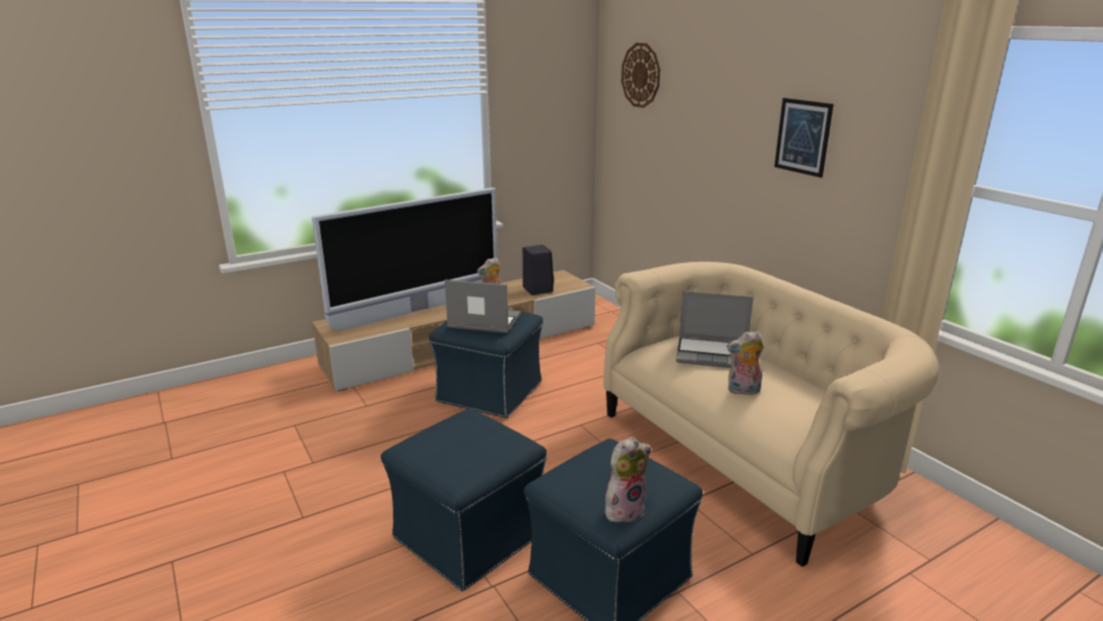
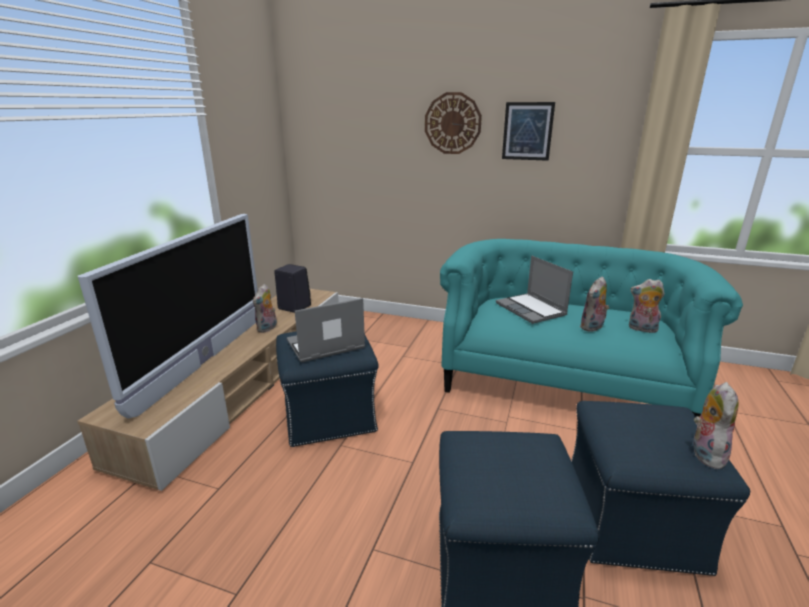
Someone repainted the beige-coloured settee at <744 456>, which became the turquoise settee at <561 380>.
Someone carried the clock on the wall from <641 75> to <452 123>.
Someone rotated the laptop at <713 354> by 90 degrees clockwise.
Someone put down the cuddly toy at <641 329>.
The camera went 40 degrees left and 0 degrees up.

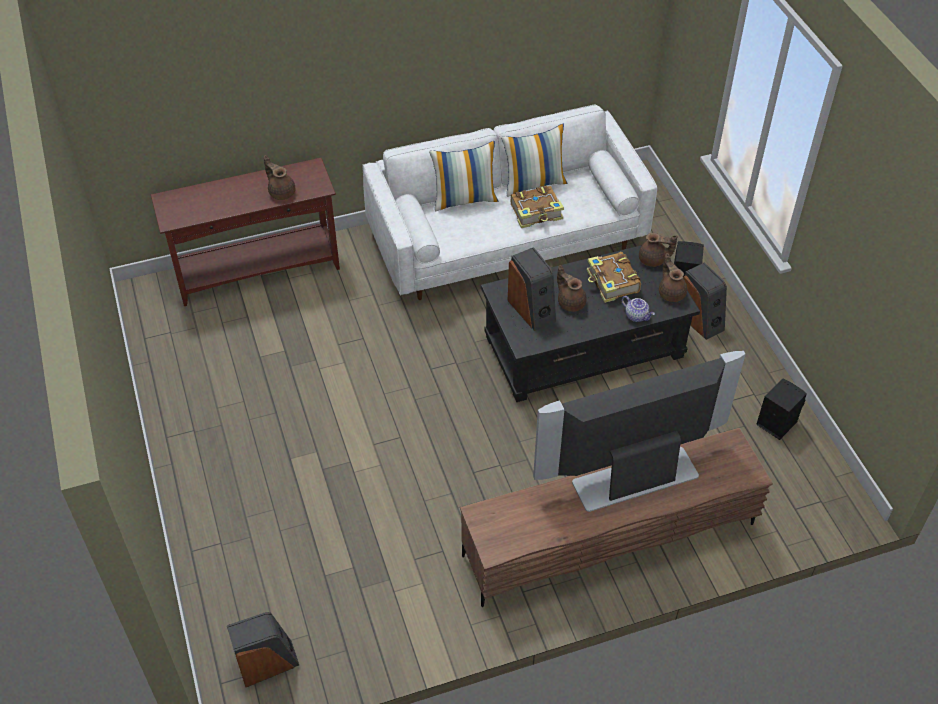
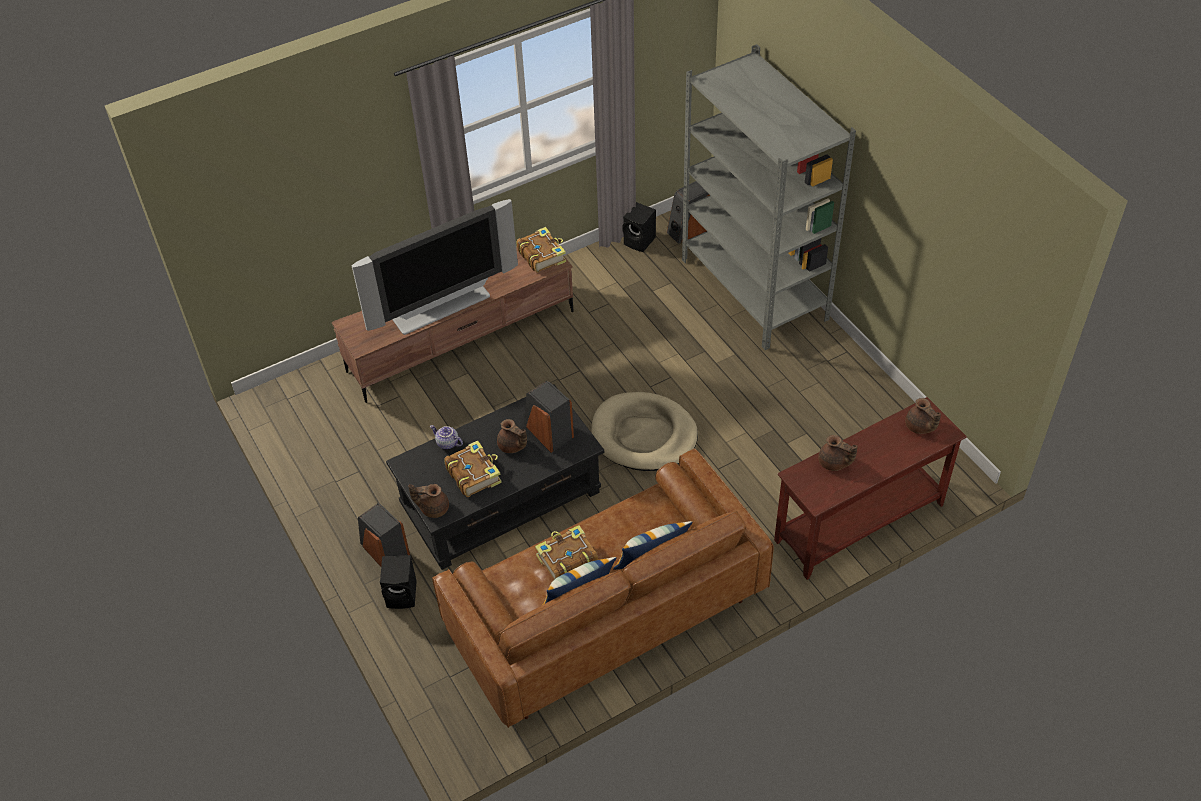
Someone repainted the white-coloured settee at <506 239>, which became the brown-coloured settee at <605 614>.
Someone carried the brown-coloured teapot from <671 292> to <920 427>.
Someone carried the black speaker from <775 422> to <640 241>.
Someone put down the bound book at <542 255>.
Someone put down the beige-coloured pet bed at <644 435>.
Someone put down the grey bookshelf at <754 289>.
The camera went 170 degrees right and 0 degrees up.

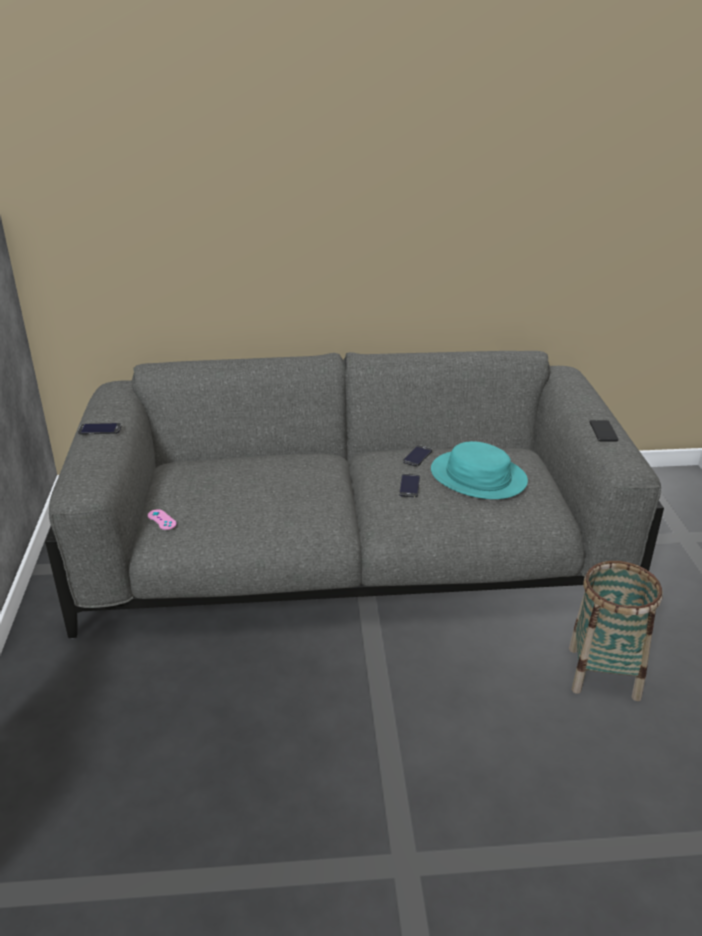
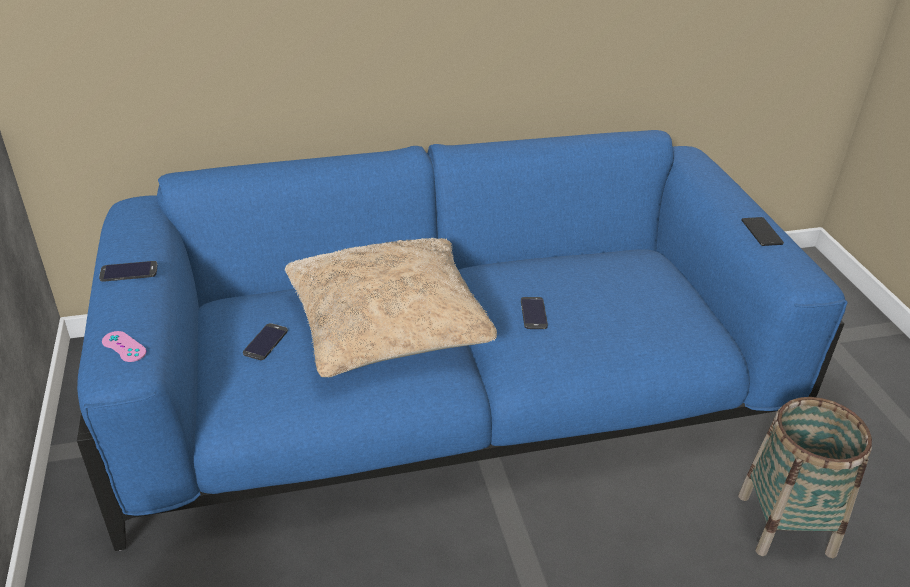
Someone repainted the grey settee at <352 547>, which became the blue settee at <453 385>.
Someone carried the pink-coloured joypad from <162 520> to <124 347>.
Someone carried the phone from <417 456> to <265 342>.
Someone took away the turquoise clothing hat at <478 477>.
Someone put down the beige-coloured cushion at <390 323>.
The camera went 10 degrees left and 5 degrees up.

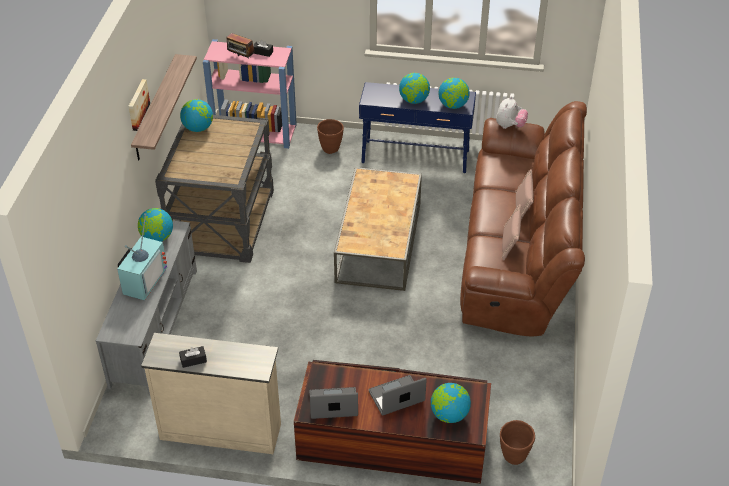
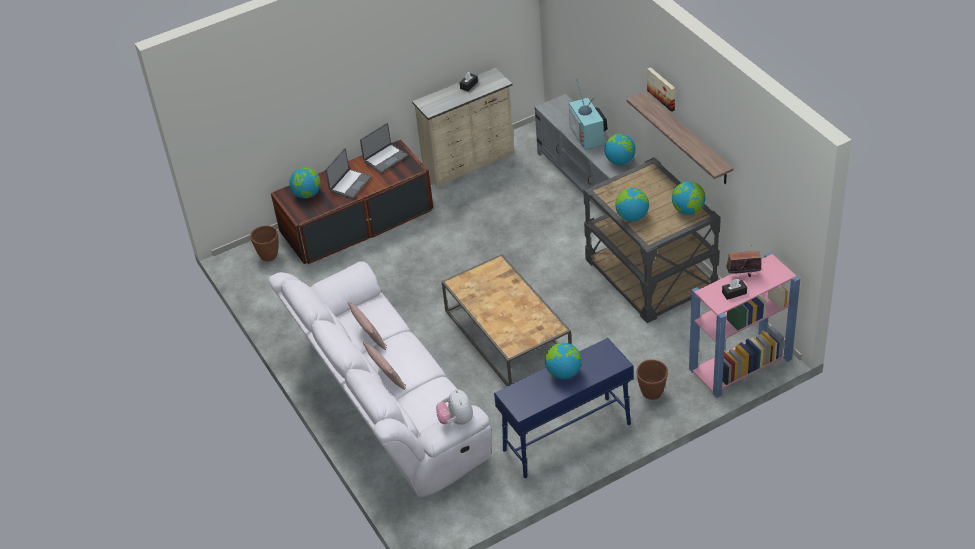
Someone carried the world globe from <453 105> to <632 217>.
Someone repainted the brown-coloured settee at <518 248>, which became the white-coloured settee at <386 404>.
The camera went 145 degrees right and 0 degrees up.

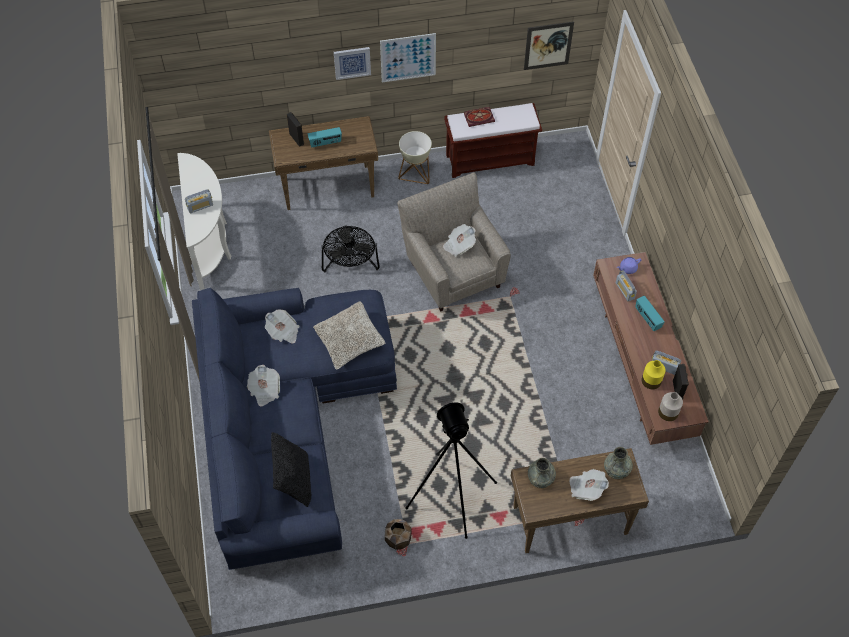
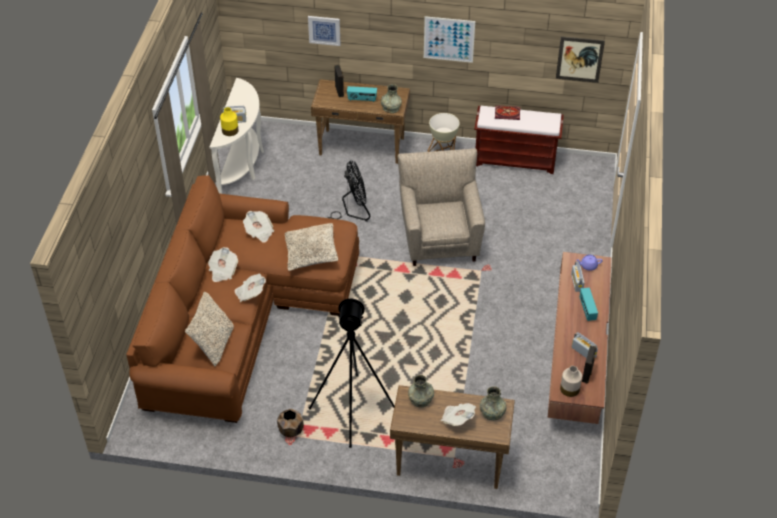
Someone repainted the blue settee at <289 425>, which became the brown-coloured settee at <241 317>.
Someone repainted the black cushion at <294 480>, which became the beige-coloured cushion at <213 343>.
Someone rotated the black fan at <348 261> by 120 degrees counterclockwise.
Someone carried the wall picture from <352 62> to <324 30>.
Someone carried the printed paper from <459 245> to <250 293>.
Someone carried the yellow-coloured vase from <651 381> to <230 130>.
Someone put down the grey vase at <391 108>.
The camera went 20 degrees right and 10 degrees down.

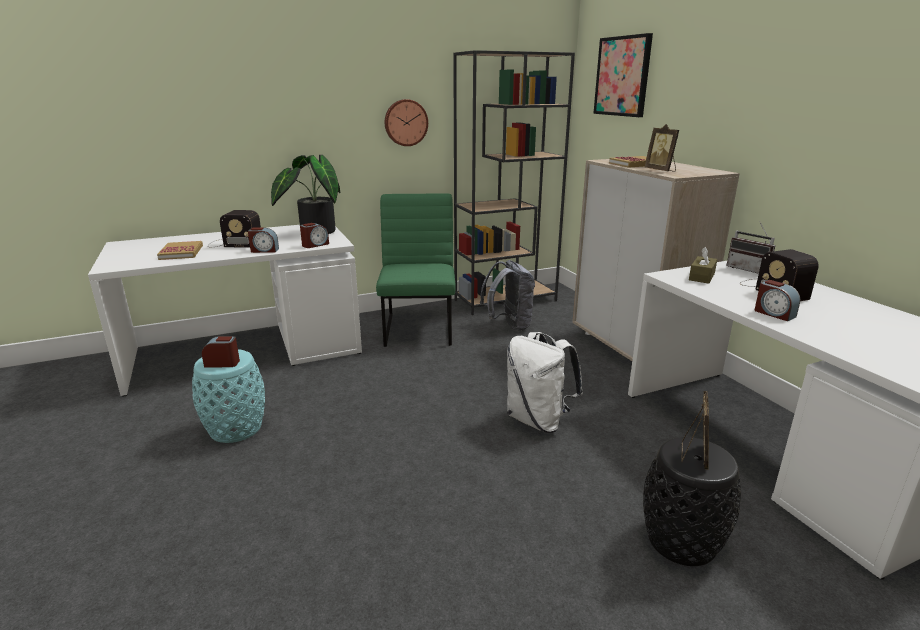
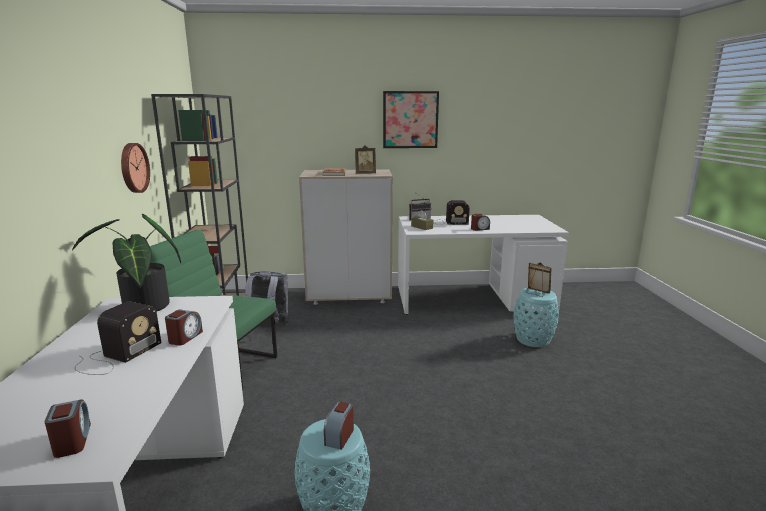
Someone took away the bound book at <181 252>.
Someone carried the alarm clock from <315 245> to <72 440>.
Someone took away the white-coloured backpack at <538 420>.
Someone carried the wall picture from <622 76> to <410 120>.
Someone repainted the black stool seat at <681 541>, which became the turquoise stool seat at <532 339>.
The camera went 70 degrees left and 5 degrees down.

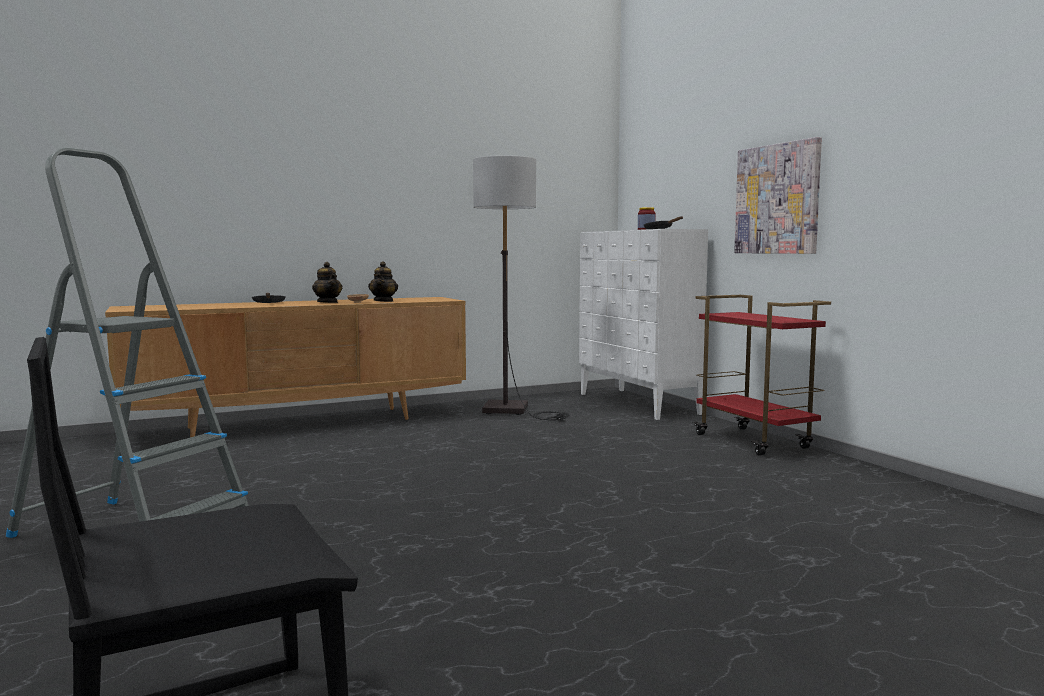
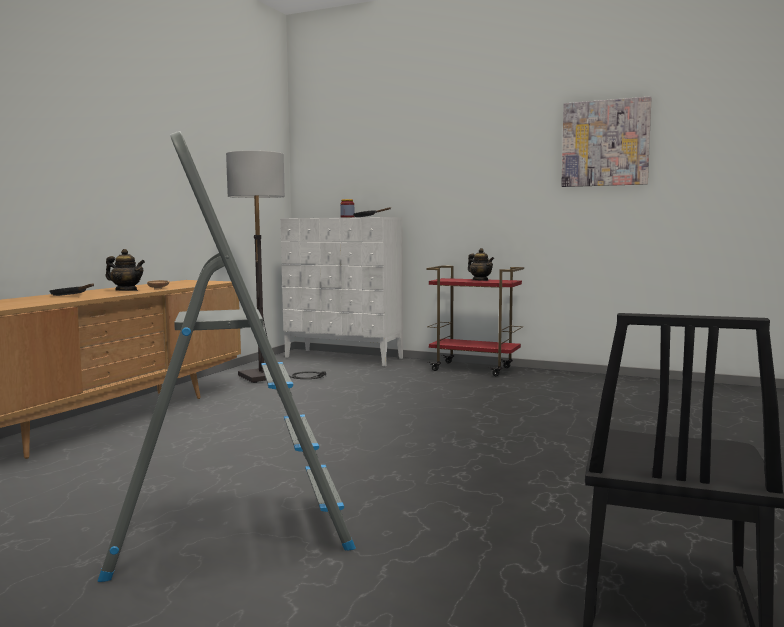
Someone carried the teapot from <384 301> to <480 280>.
Someone carried the wall picture from <777 199> to <605 143>.
The camera went 40 degrees left and 0 degrees up.

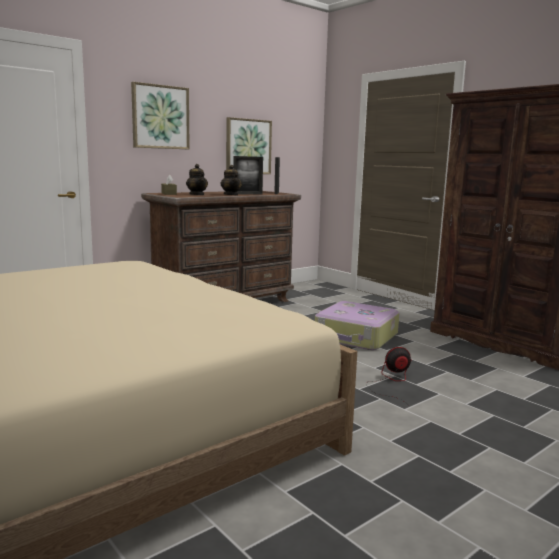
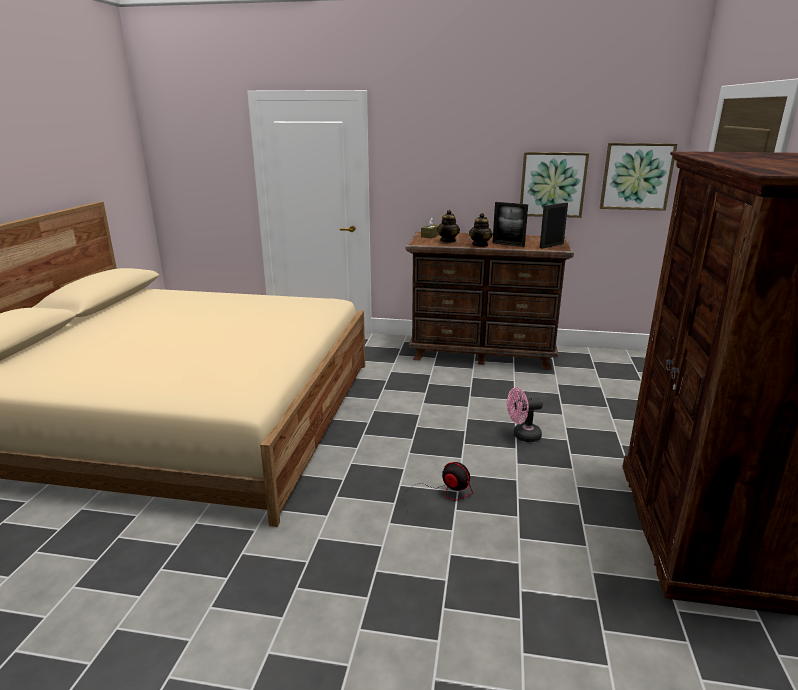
Someone carried the wall picture from <160 117> to <636 176>.
Someone swapped the suitcase at <356 337> for the pink-coloured fan at <522 436>.
The camera went 50 degrees right and 10 degrees up.

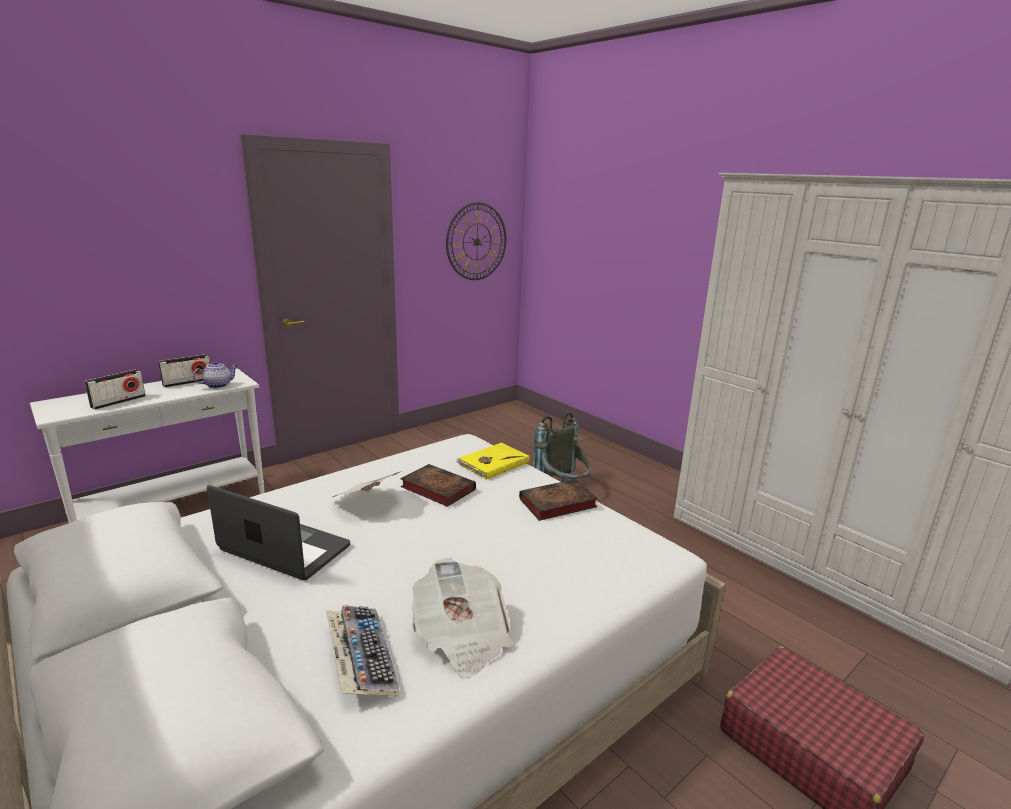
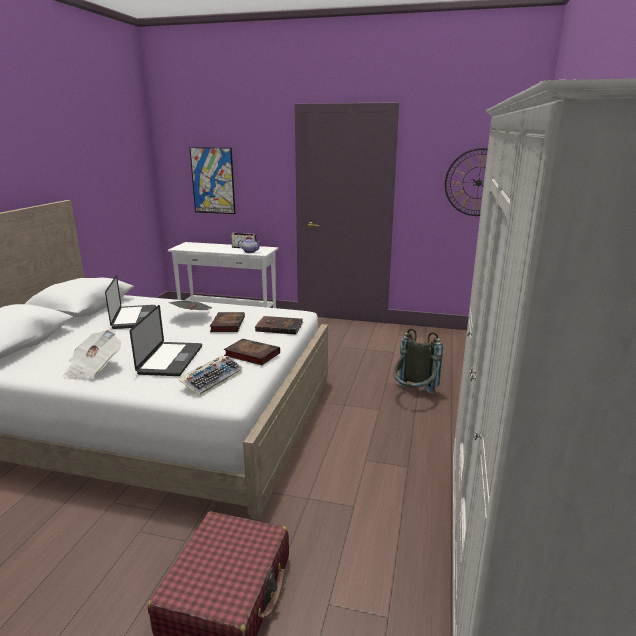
Someone took away the radio at <118 402>.
Someone carried the keyboard from <360 658> to <212 380>.
Someone repainted the yellow-coloured bound book at <492 463>, which became the brown-coloured bound book at <279 327>.
Someone put down the laptop at <171 360>.
Someone put up the wall picture at <213 181>.
The camera went 55 degrees right and 0 degrees up.

